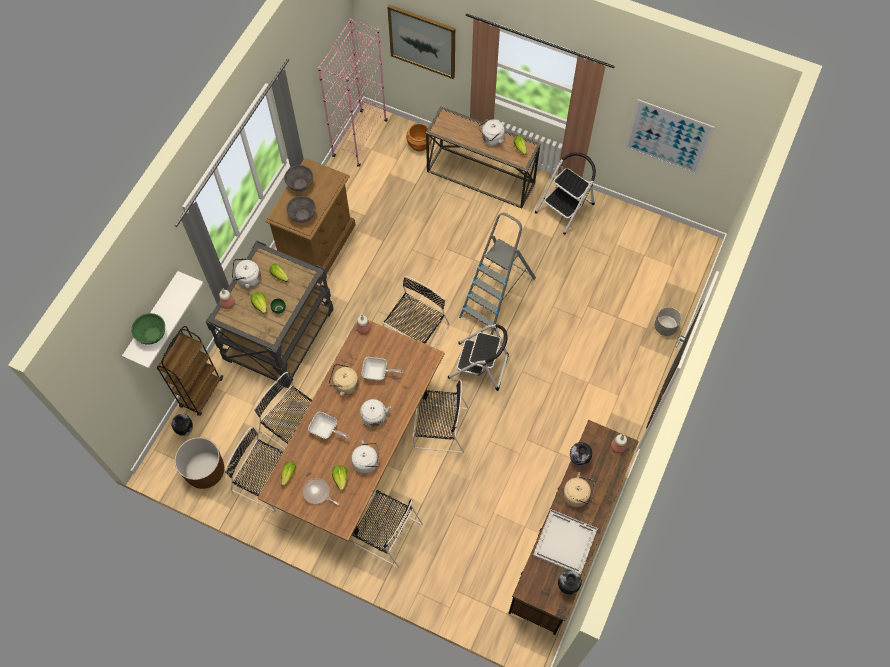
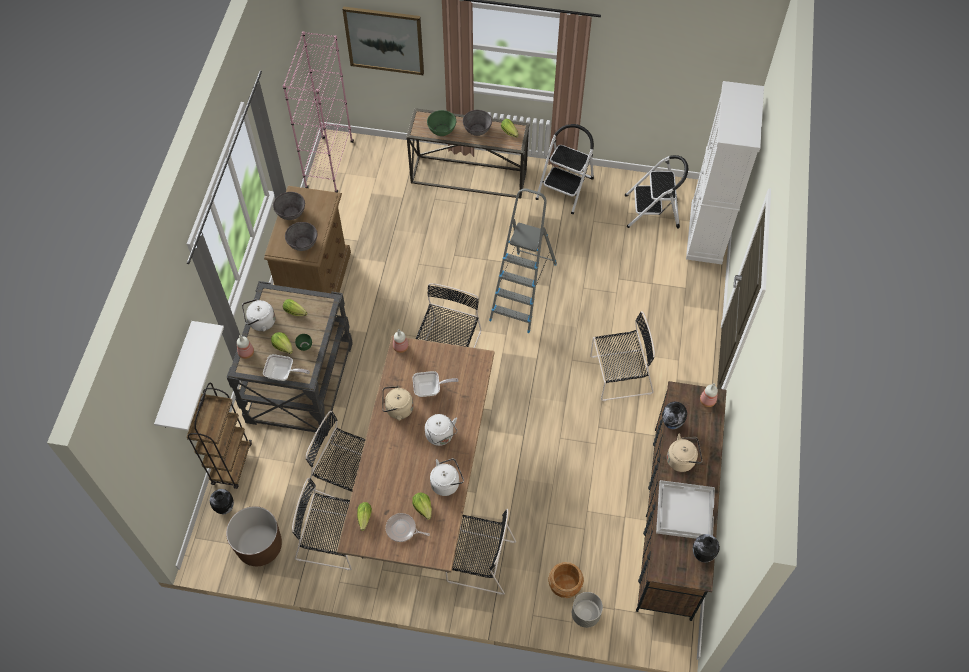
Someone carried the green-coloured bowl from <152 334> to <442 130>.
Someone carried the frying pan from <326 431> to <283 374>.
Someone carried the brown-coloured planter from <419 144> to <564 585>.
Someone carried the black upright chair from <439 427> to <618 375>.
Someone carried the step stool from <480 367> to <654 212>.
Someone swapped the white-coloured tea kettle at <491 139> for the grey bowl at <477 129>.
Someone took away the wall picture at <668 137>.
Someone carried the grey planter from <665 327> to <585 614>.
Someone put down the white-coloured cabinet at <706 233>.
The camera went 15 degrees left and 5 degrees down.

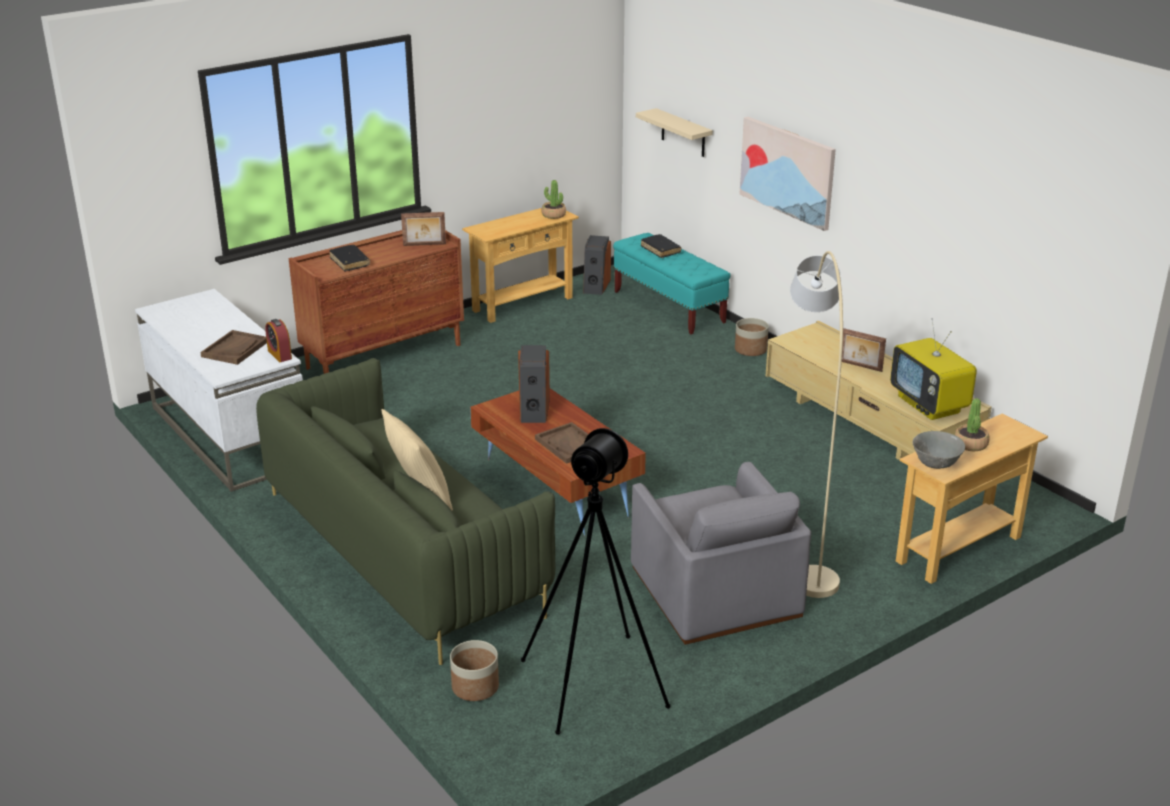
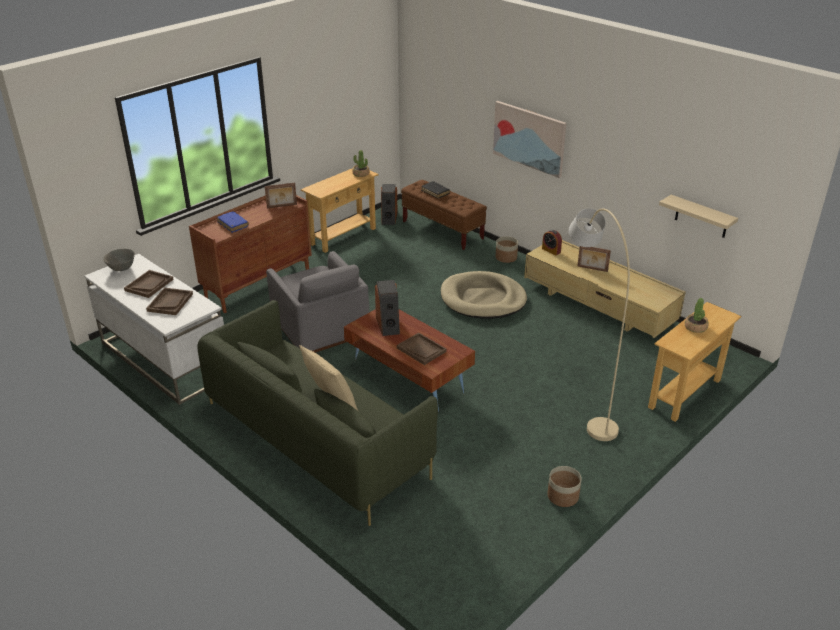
Someone carried the alarm clock from <279 355> to <551 250>.
Someone repainted the black bound book at <350 262>, which became the blue bound book at <233 225>.
Someone carried the planter from <475 687> to <562 496>.
Someone took away the black standing lamp at <594 683>.
Someone repainted the turquoise bench at <669 307>, which became the brown-coloured bench at <442 230>.
Someone carried the grey armchair from <714 591> to <319 326>.
Someone carried the beige-coloured bracket shelf from <683 133> to <701 217>.
Someone took away the TV set at <929 405>.
Someone carried the grey bowl from <936 465> to <122 269>.
Someone put down the brown-coloured serving tray at <149 285>.
Someone put down the beige-coloured pet bed at <483 299>.
The camera went 10 degrees left and 5 degrees up.

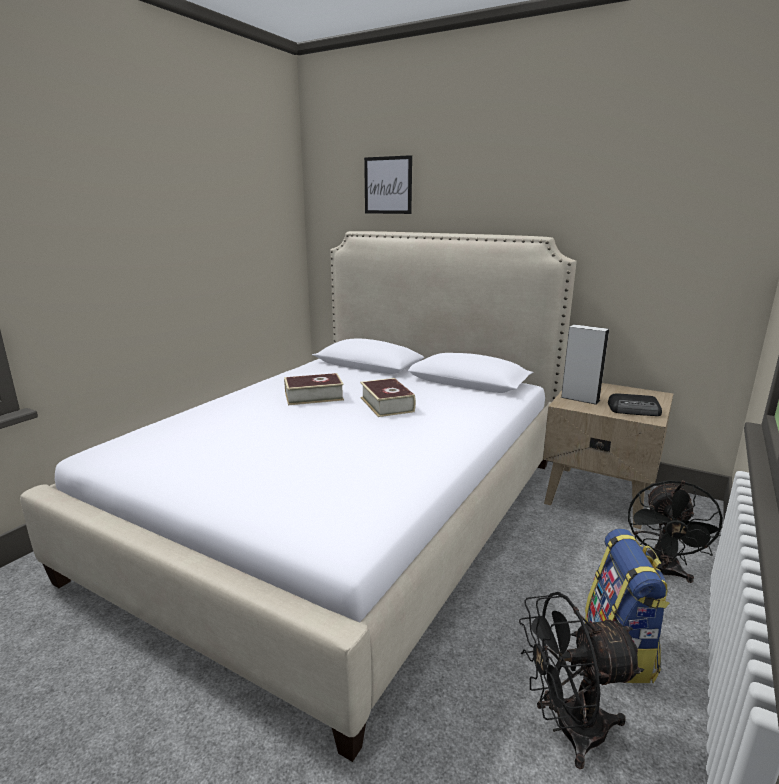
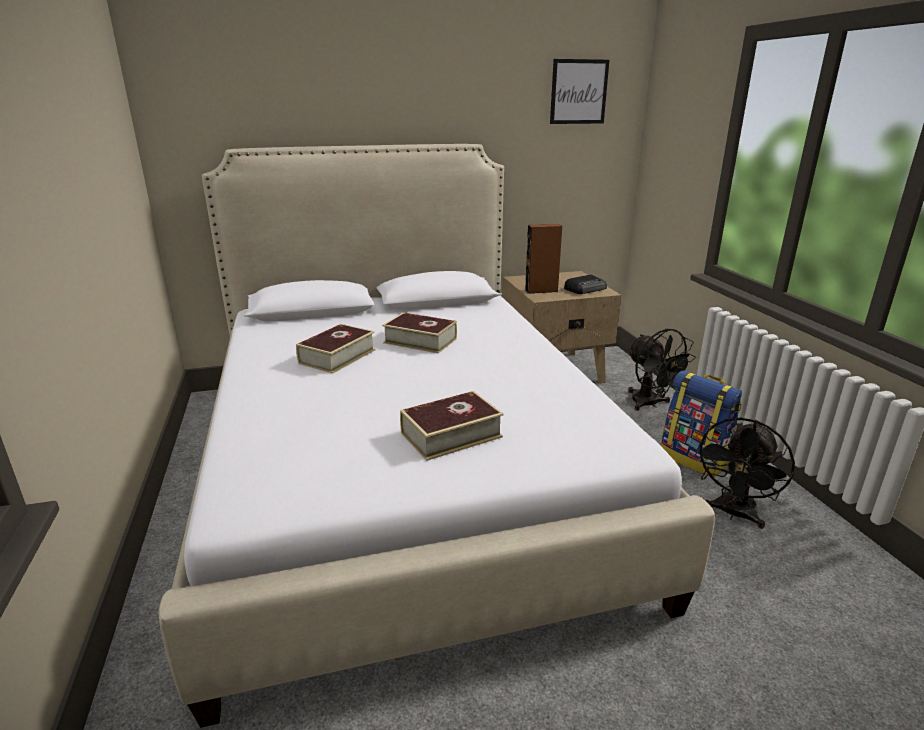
Someone carried the wall picture from <388 185> to <578 92>.
Someone repainted the grey speaker at <580 399>, which became the brown-coloured speaker at <541 291>.
Someone put down the bound book at <451 435>.
The camera went 45 degrees left and 5 degrees up.

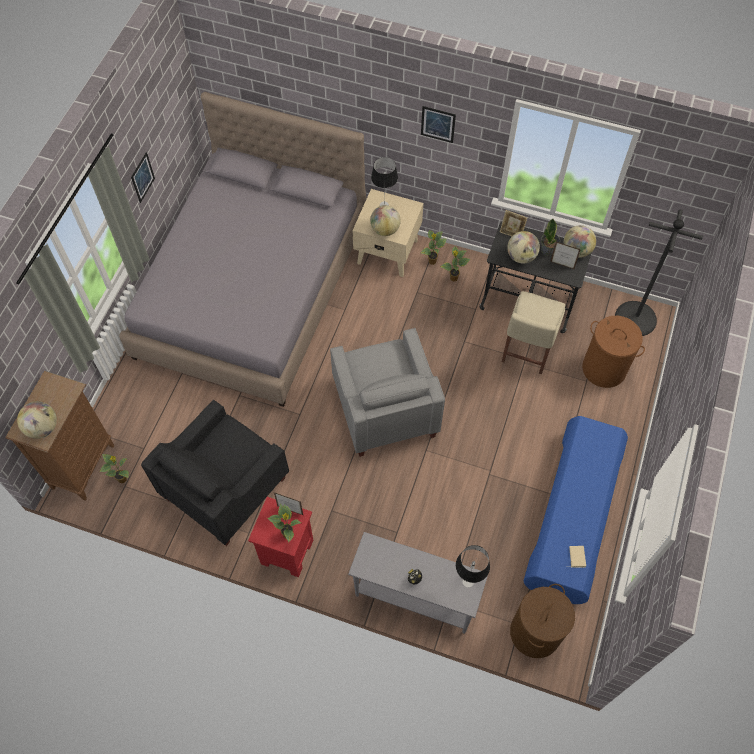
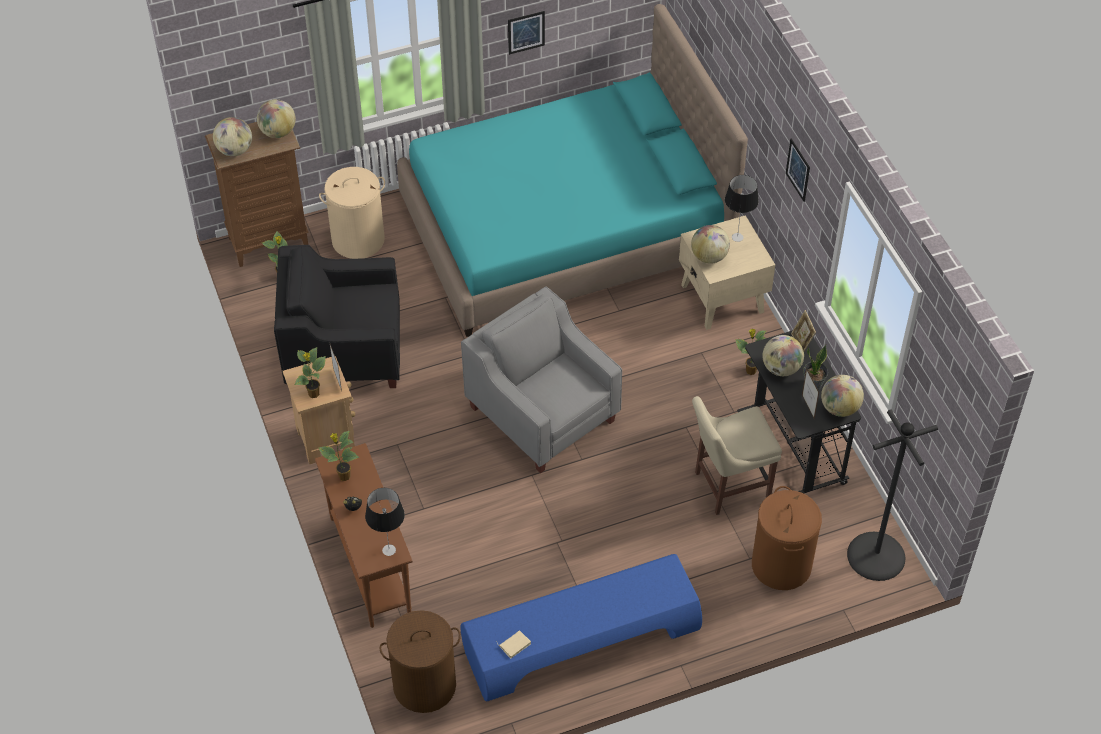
Someone repainted the grey bedroom bed at <253 288>, which became the turquoise bedroom bed at <566 228>.
Someone repainted the red night table at <287 551>, which became the beige-coloured night table at <326 438>.
Someone rotated the grey armchair at <384 409> by 105 degrees clockwise.
Someone repainted the grey hall table at <414 599>, which became the brown-coloured hall table at <368 565>.
Someone carried the plant in a pot from <432 262> to <343 476>.
Someone put down the world globe at <278 132>.
Someone put down the beige-coloured washing basket at <358 239>.
The camera went 50 degrees right and 10 degrees down.

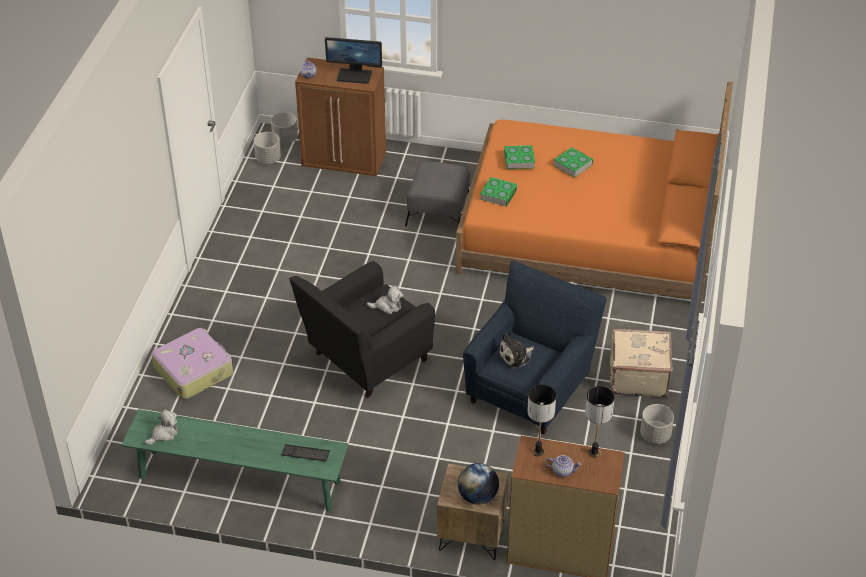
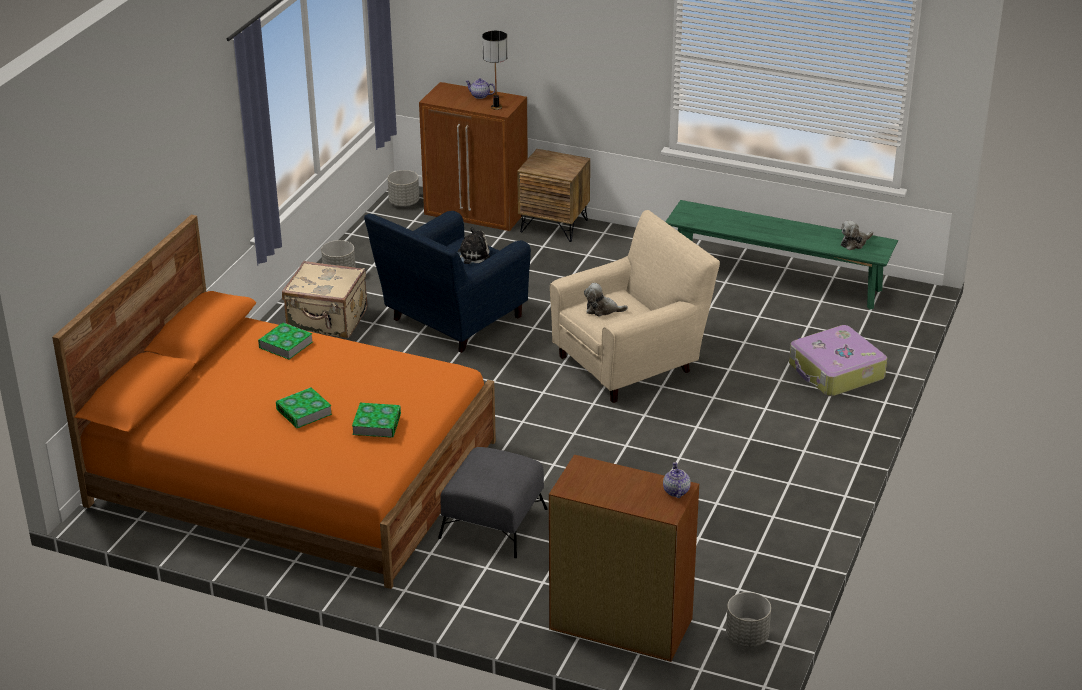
Someone carried the grey planter from <285 138> to <404 203>.
Someone took away the keyboard at <305 453>.
Someone repainted the black armchair at <366 360>, which became the beige-coloured armchair at <629 363>.
Someone took away the computer screen at <354 75>.
Someone took away the world globe at <478 497>.
Someone carried the bound book from <498 194> to <286 344>.
Someone took away the tabletop lamp at <594 453>.
The camera went 170 degrees left and 10 degrees down.

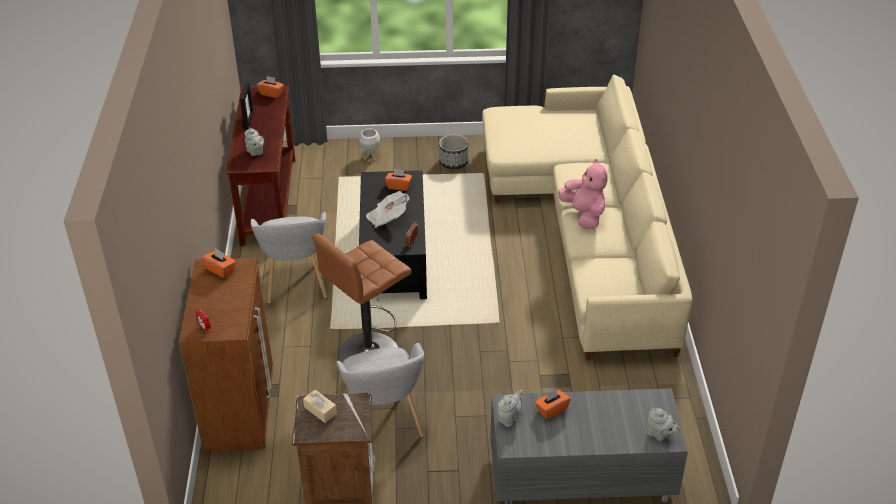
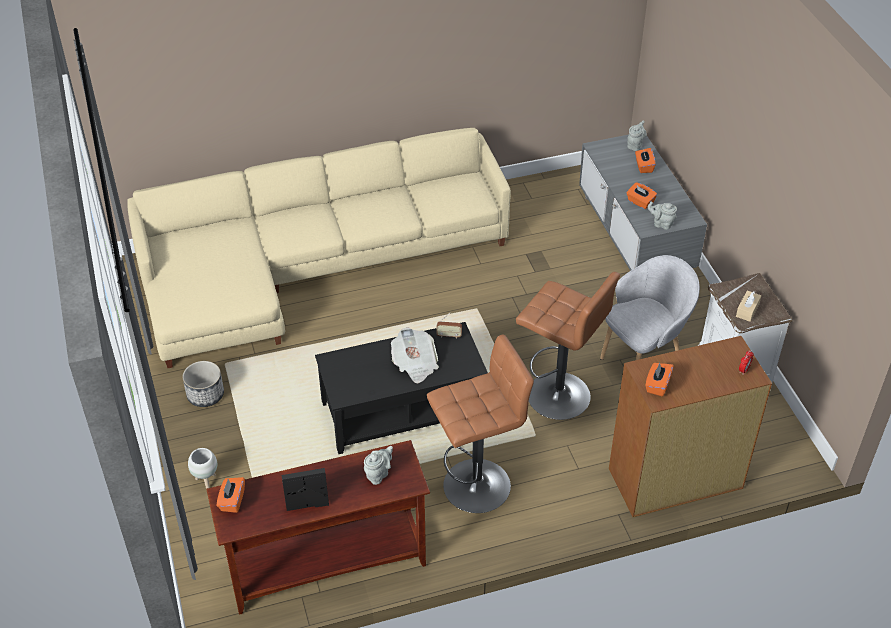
Someone swapped the grey armchair at <296 285> for the brown-coloured stool seat at <478 486>.
Someone carried the orange-coloured tissue holder from <399 186> to <643 166>.
Someone took away the pink-coloured cuddly toy at <584 215>.
The camera went 105 degrees left and 5 degrees up.

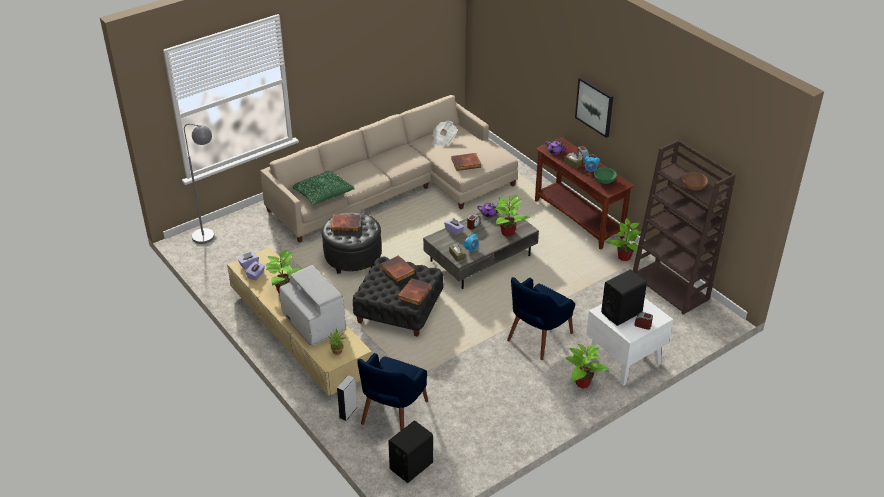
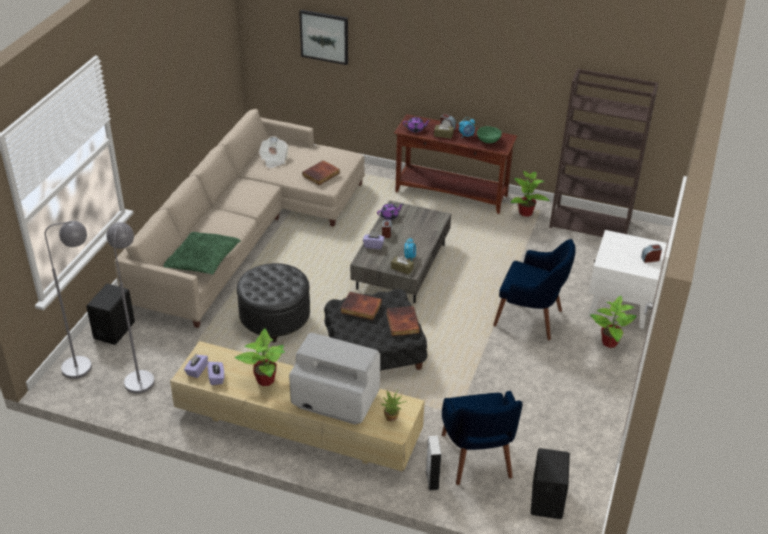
Someone took away the bound book at <346 224>.
Someone took away the plant in a pot at <508 232>.
Someone rotated the blue armchair at <538 337> by 75 degrees counterclockwise.
Someone carried the wall picture from <595 106> to <324 36>.
Someone carried the black speaker from <621 313> to <114 330>.
Someone took away the brown-coloured bowl at <693 187>.
Someone put down the grey standing lamp at <141 376>.
The camera went 35 degrees left and 0 degrees up.

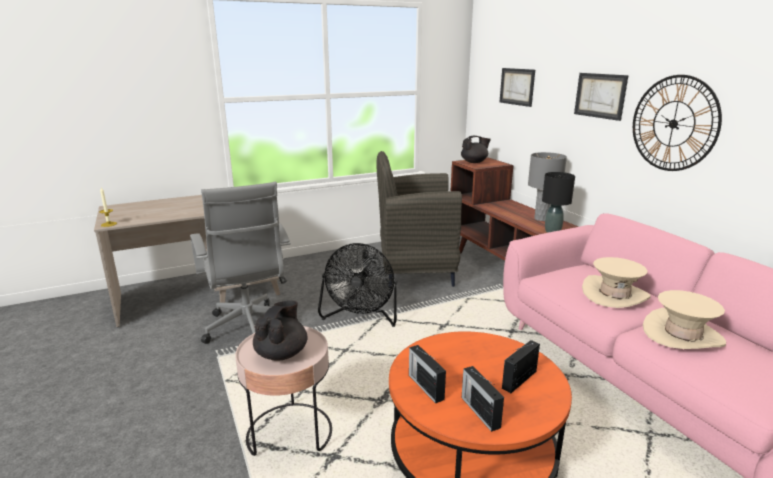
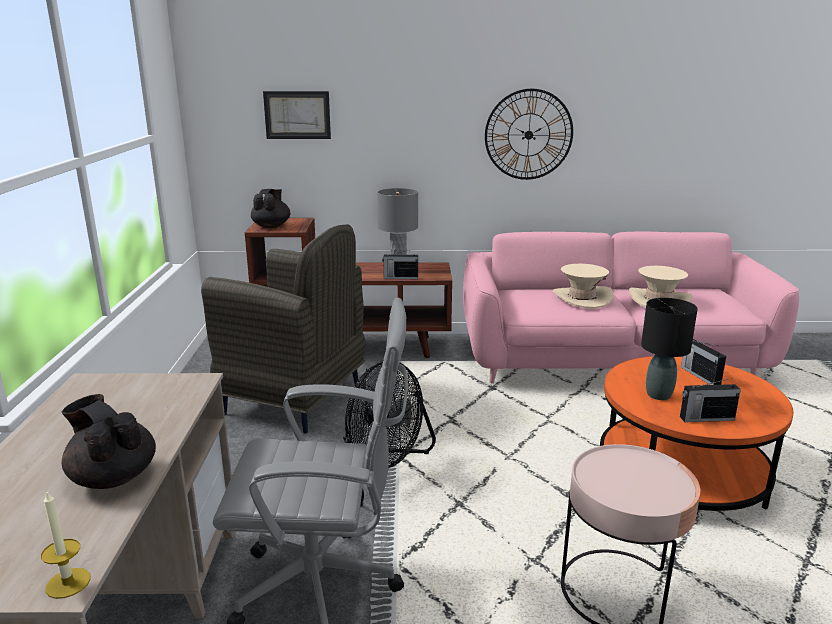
Someone carried the black teapot from <282 353> to <113 477>.
Someone rotated the grey armchair at <415 271> by 90 degrees counterclockwise.
Someone carried the radio from <480 411> to <400 277>.
Someone carried the black tabletop lamp from <552 231> to <658 395>.
Someone took away the wall picture at <600 95>.
The camera went 65 degrees left and 0 degrees up.

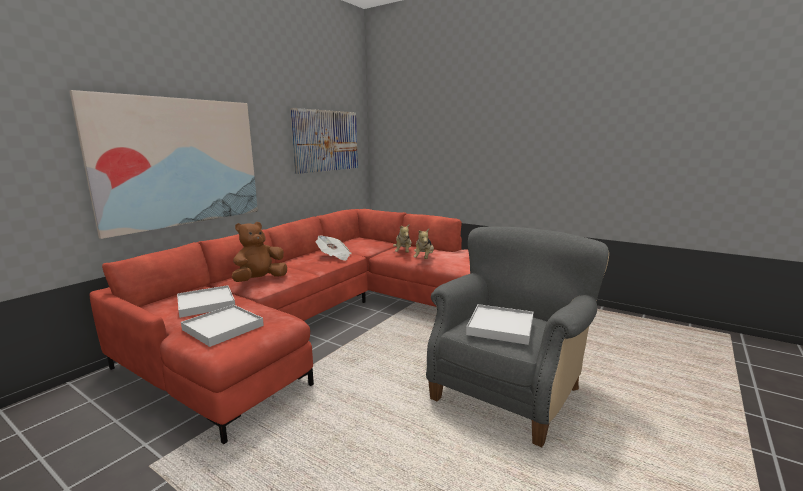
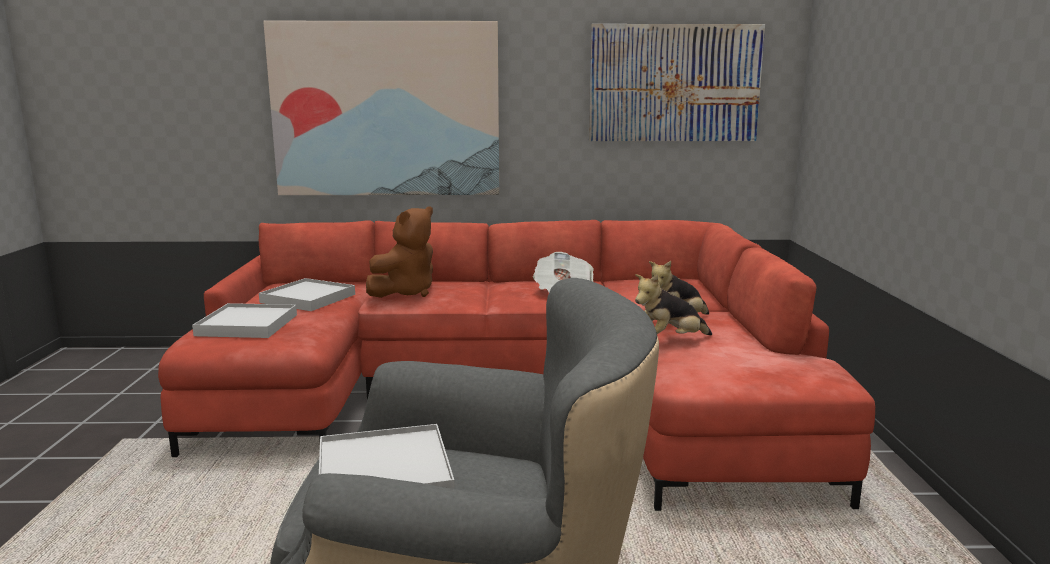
Someone rotated the brown-coloured cuddly toy at <260 280> by 120 degrees clockwise.
The camera went 55 degrees right and 0 degrees up.

